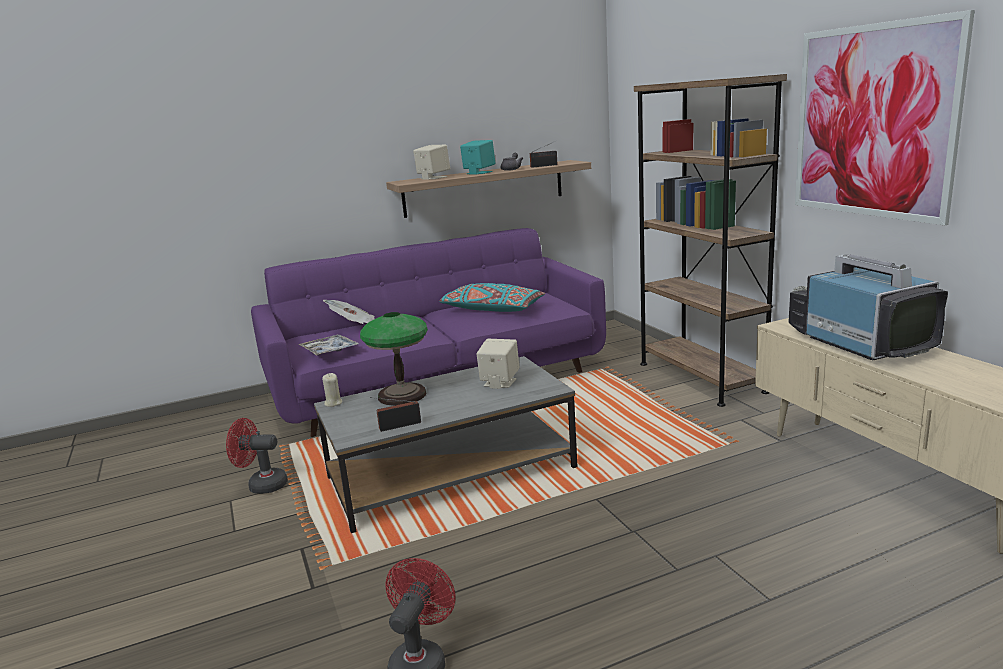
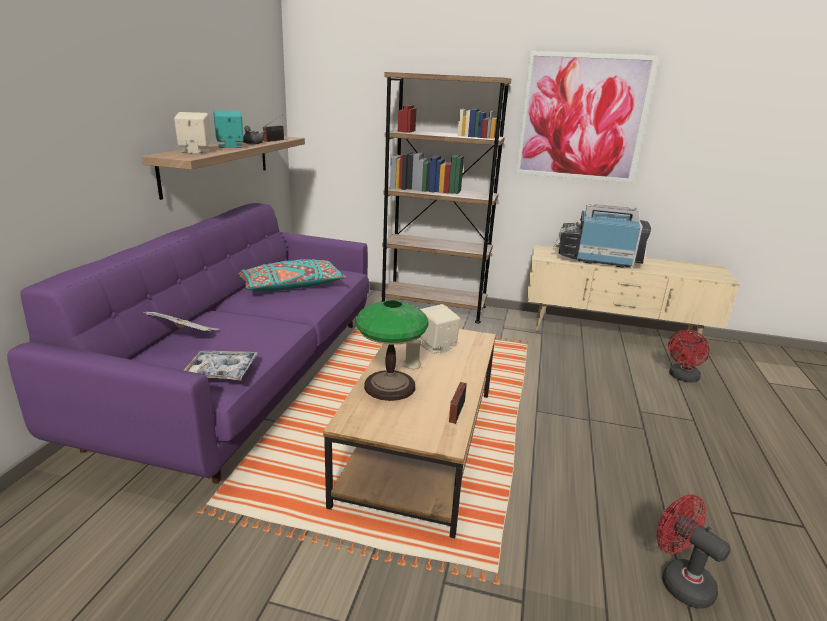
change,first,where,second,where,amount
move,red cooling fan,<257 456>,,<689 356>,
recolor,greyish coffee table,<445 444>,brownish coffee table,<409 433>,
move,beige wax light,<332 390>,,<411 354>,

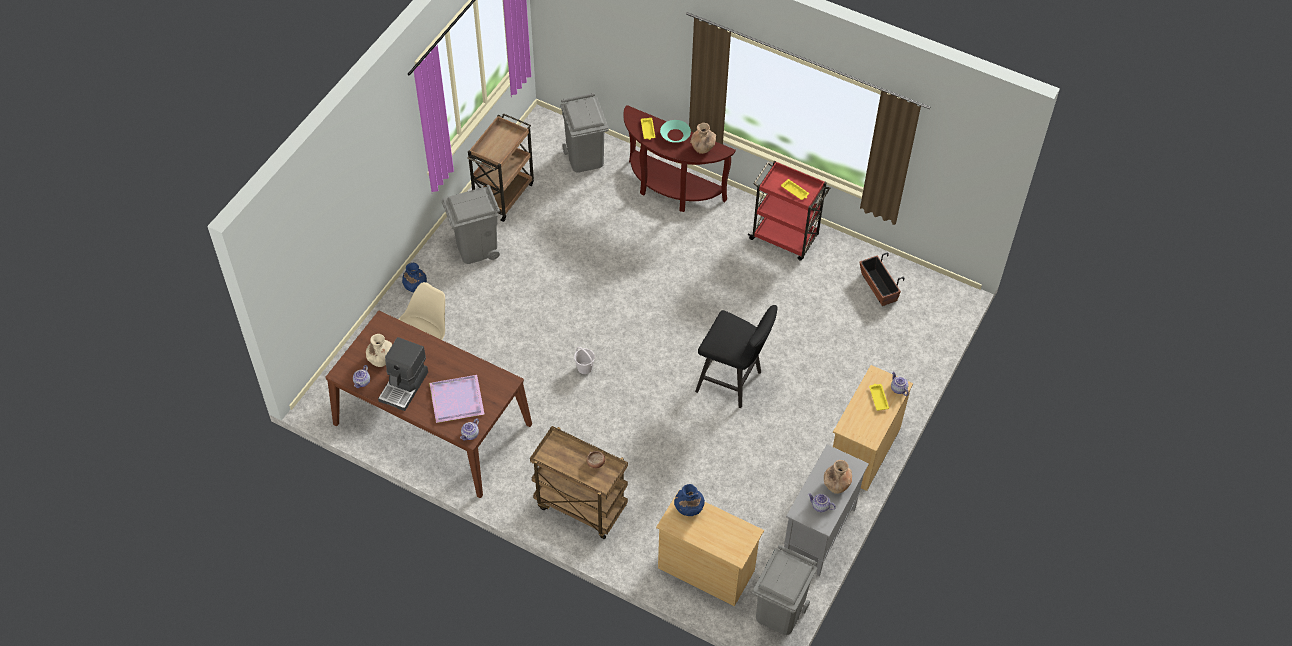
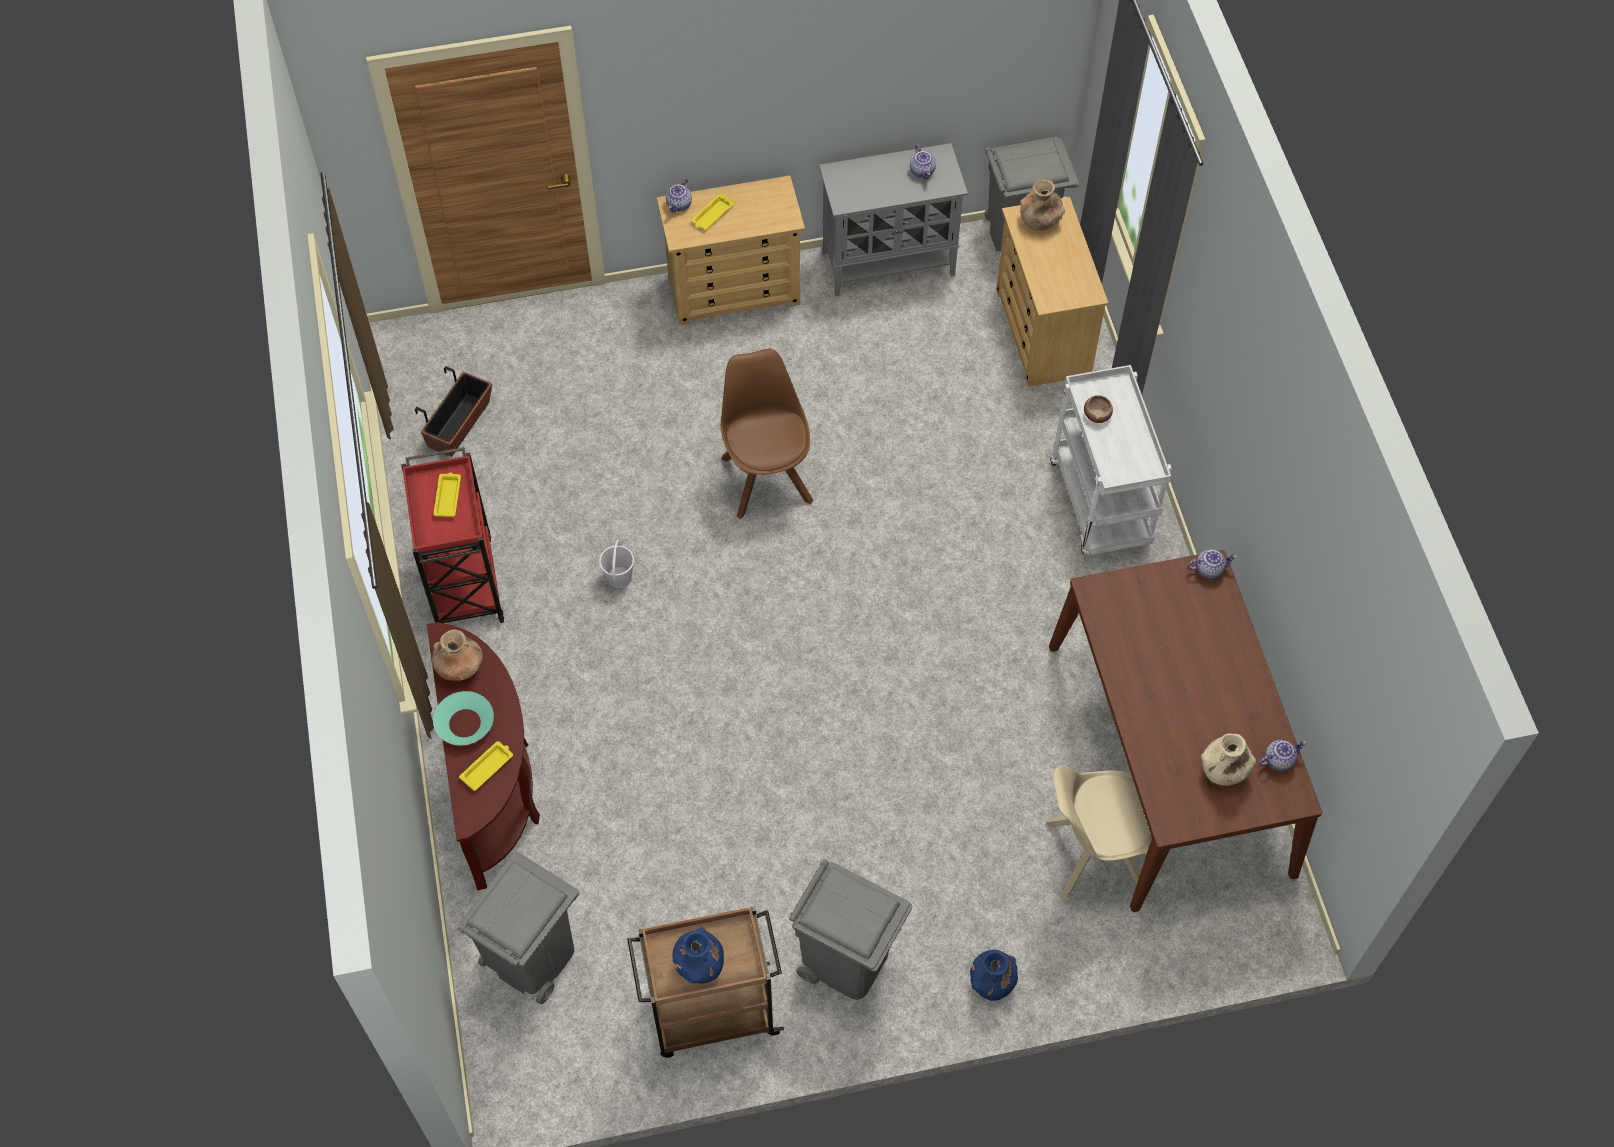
change,first,where,second,where,amount
delete,coffee machine,<403 374>,,,
delete,purplish serving tray,<457 399>,,,
recolor,brownish cart,<579 482>,whitish cart,<1111 460>,
move,whitish water bucket,<584 360>,,<616 564>,
move,bluish decorative vase,<689 500>,,<698 956>,
replace,blackish stool seat,<736 356>,brownish upright chair,<767 434>,
move,brownish decorative vase,<838 477>,,<1042 205>,

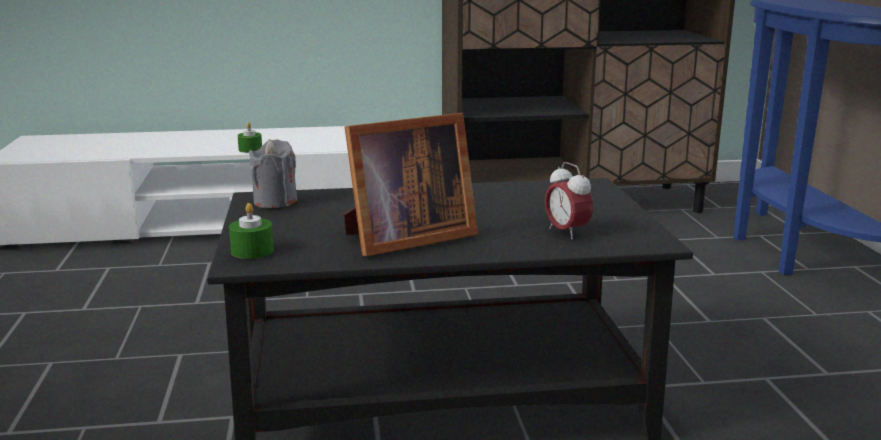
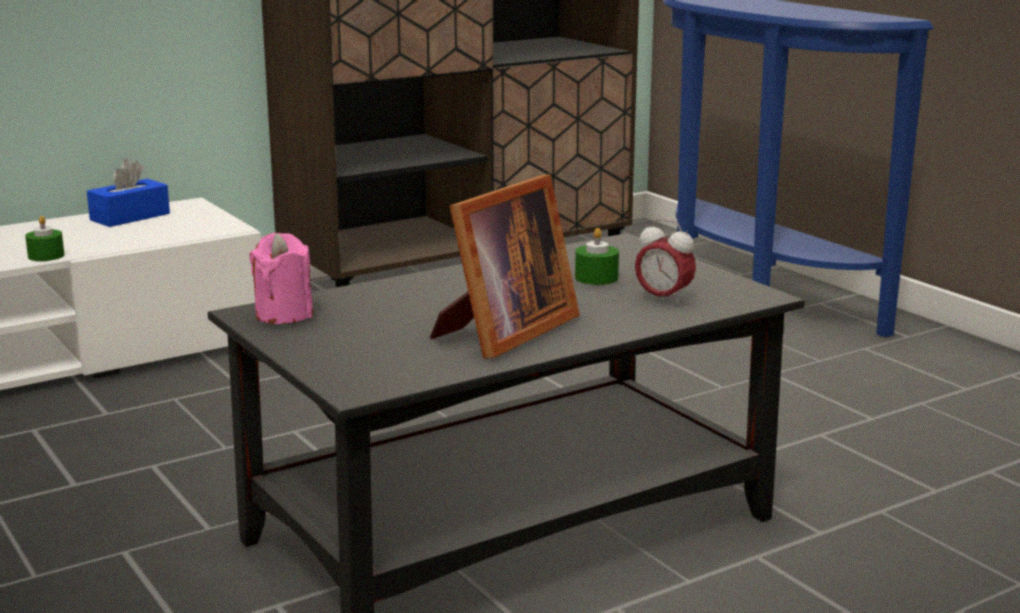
change,first,where,second,where,amount
move,greenish wax light,<251 231>,,<597 256>,
recolor,greyish wax light,<273 173>,pink wax light,<281 278>,
insert,,,bluish tissue holder,<128 193>,

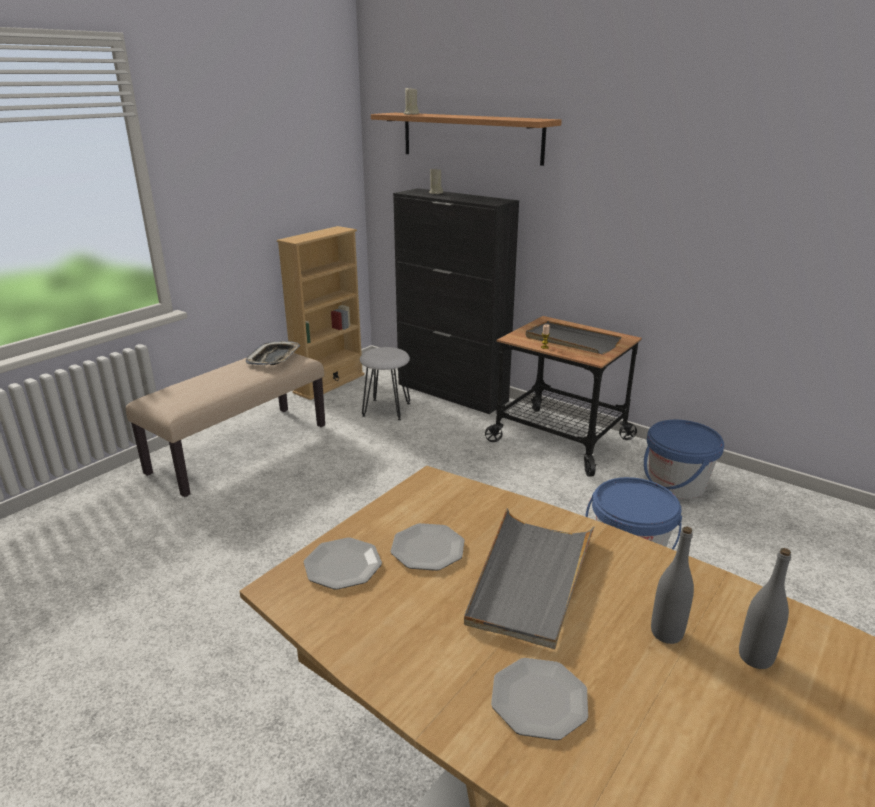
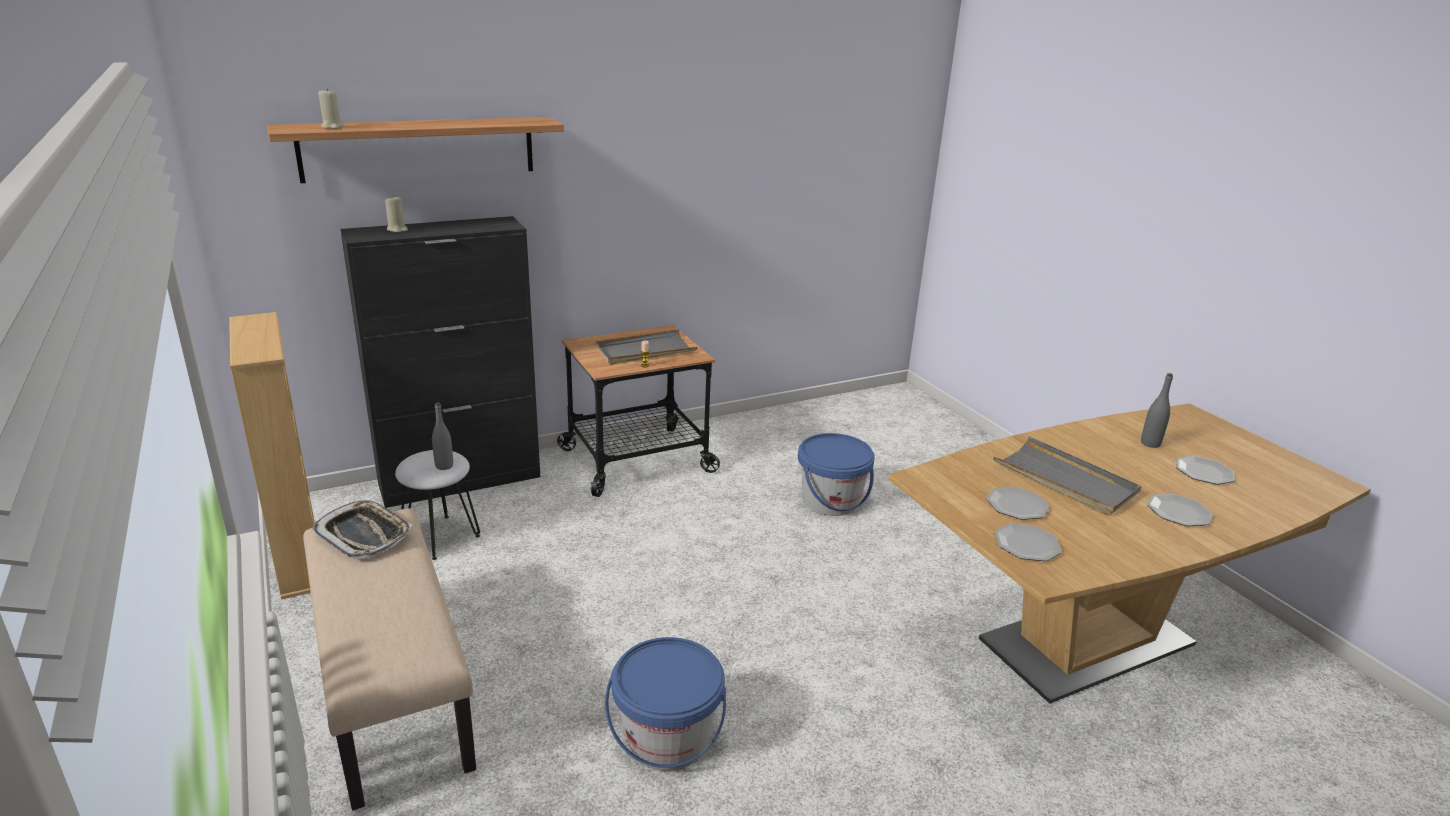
change,first,where,second,where,amount
move,bluish water bucket,<684 459>,,<665 704>,
move,greyish beverage bottle,<672 585>,,<442 436>,
insert,,,flat dish,<1205 470>,

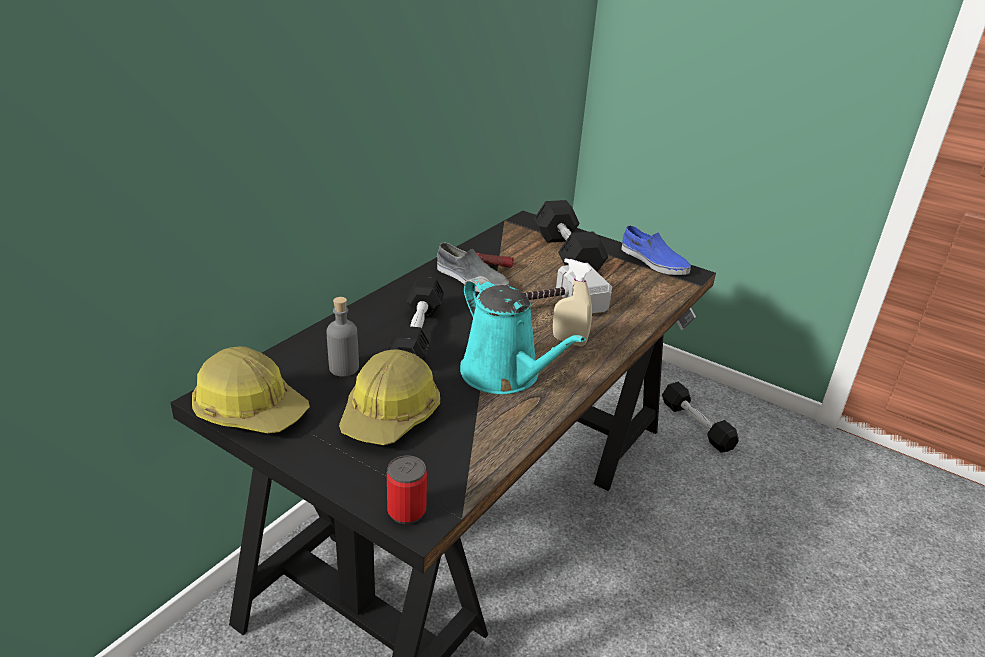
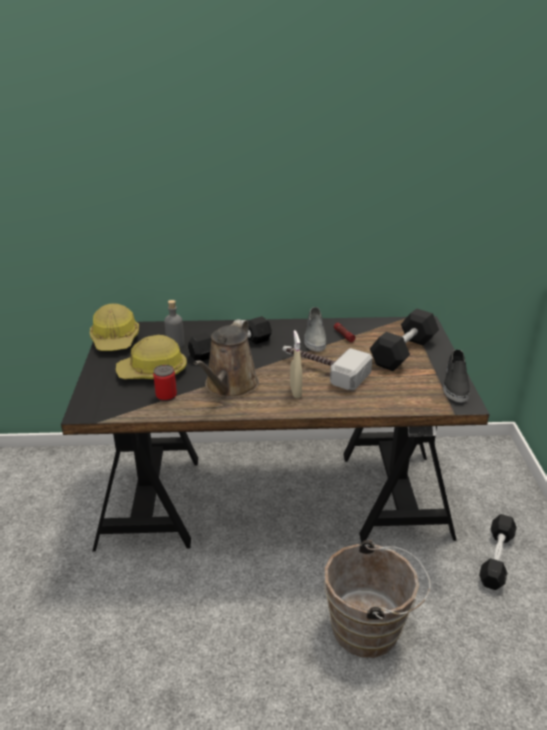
change,first,where,second,where,amount
move,metal can,<407 489>,,<165 383>,
recolor,turquoise watering pot,<523 335>,brownish watering pot,<226 358>,
recolor,bluish item of footwear,<656 250>,blackish item of footwear,<456 375>,
insert,,,brownish water bucket,<377 599>,

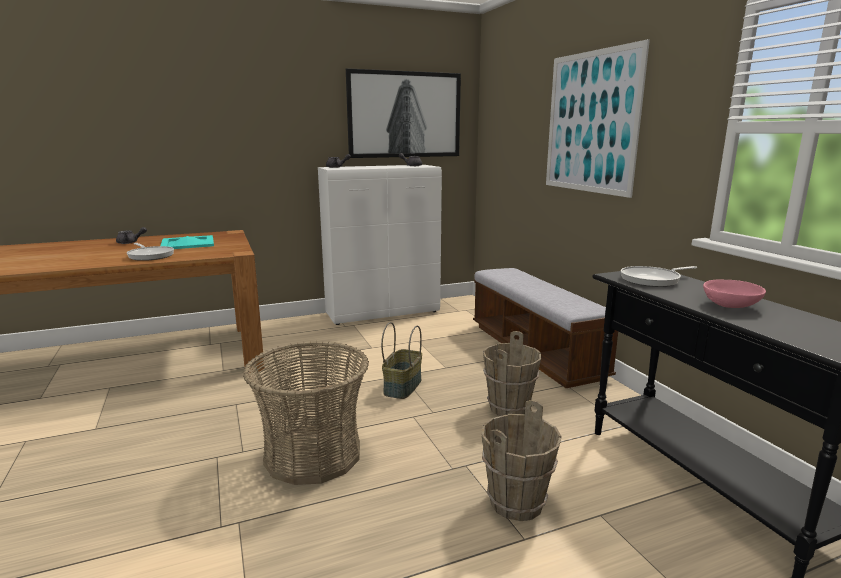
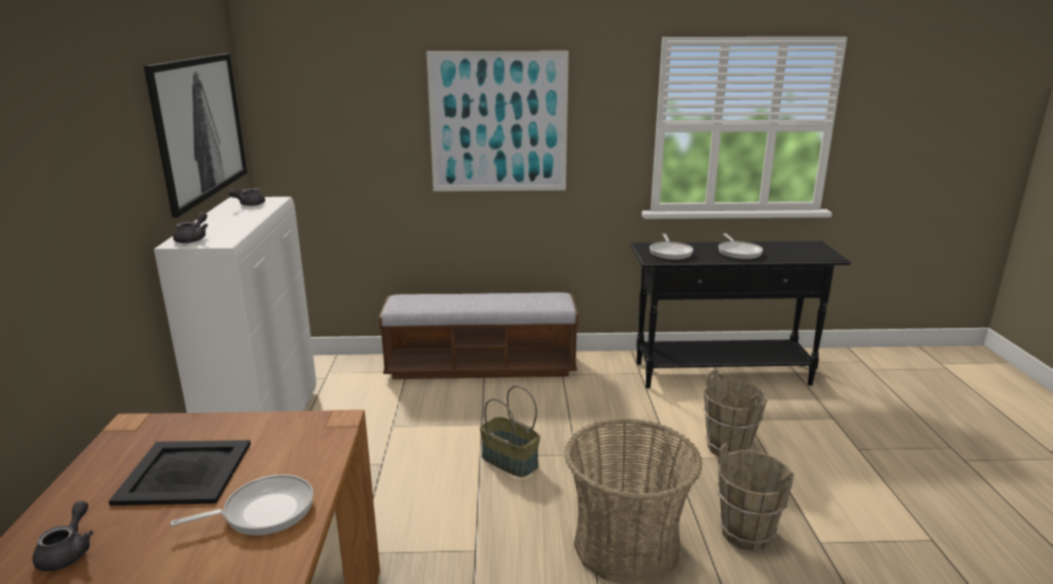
change,first,where,second,where,amount
recolor,turquoise serving tray,<187 242>,blackish serving tray,<180 473>,
move,brownish water bucket,<512 373>,,<755 497>,
replace,pink bowl,<734 294>,frying pan,<740 246>,

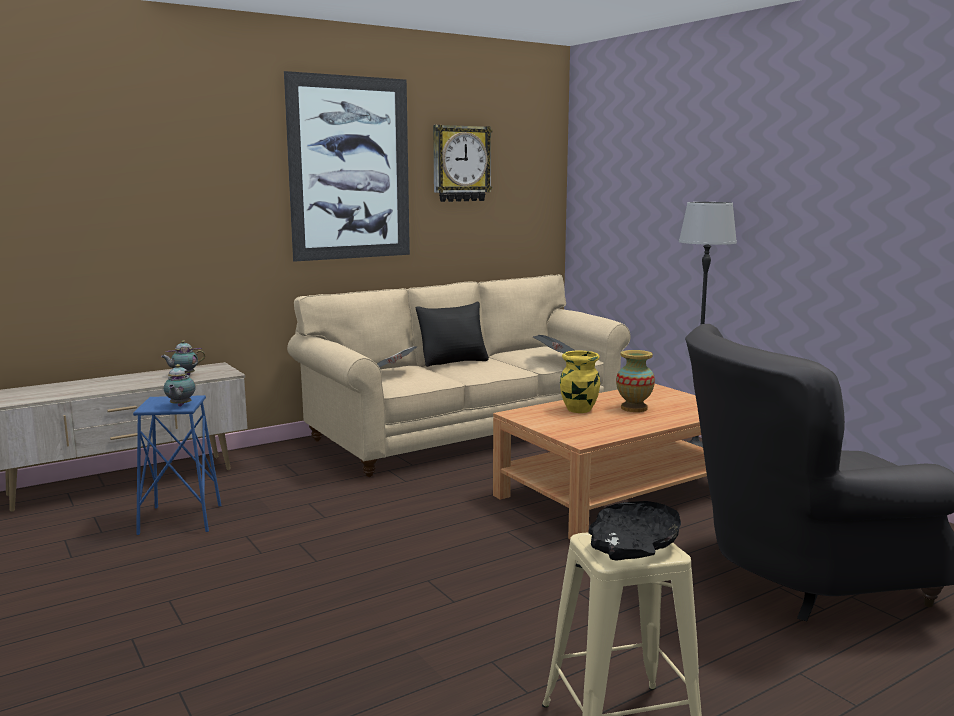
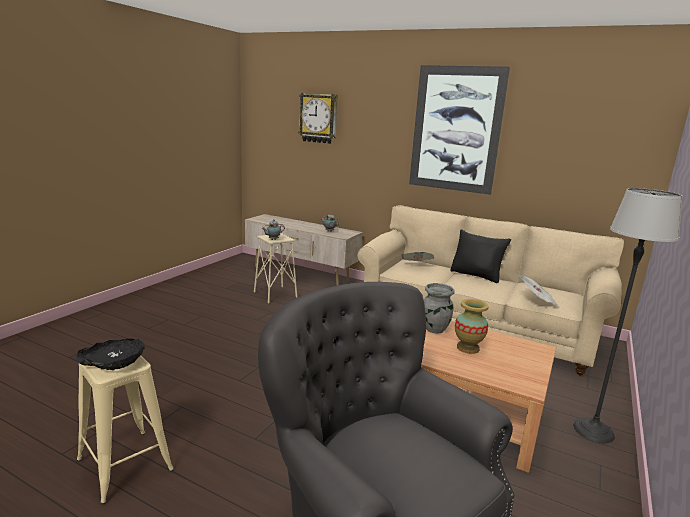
change,first,where,second,where,amount
recolor,bluish stool seat,<177 465>,beige stool seat,<275 268>,
move,clock on the wall,<463 163>,,<318 118>,
recolor,yellow-coloured decorative vase,<580 382>,greyish decorative vase,<439 308>,

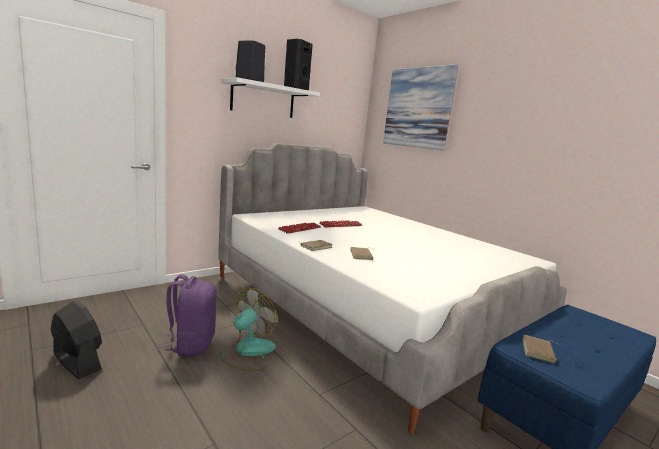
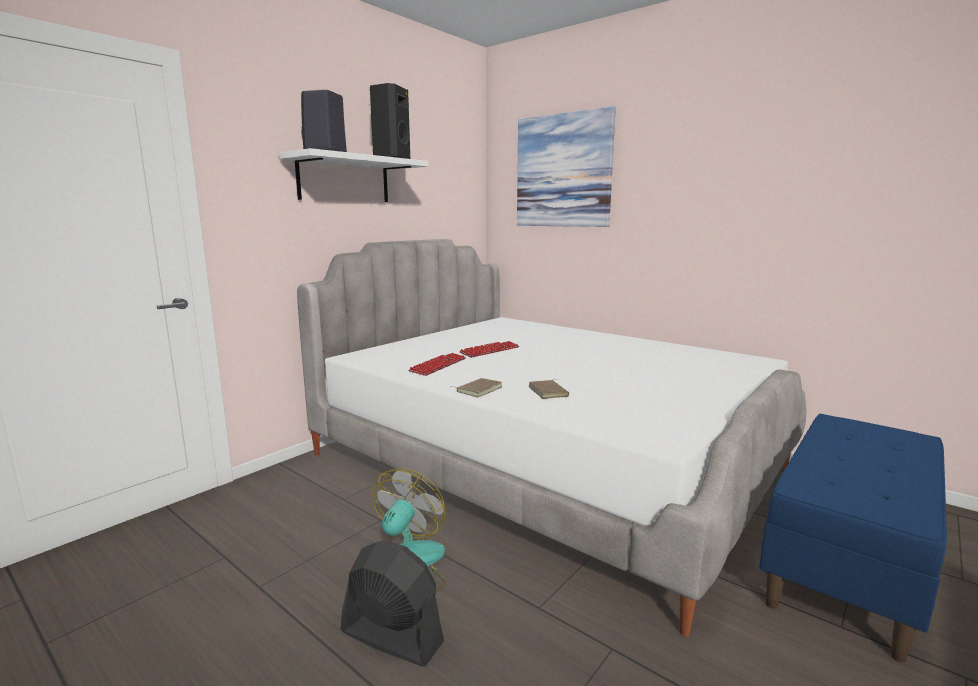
change,first,where,second,where,amount
move,blackish cooling fan,<76 340>,,<392 603>,
delete,purplish rucksack,<187 315>,,,
delete,brownish book,<540 349>,,,

